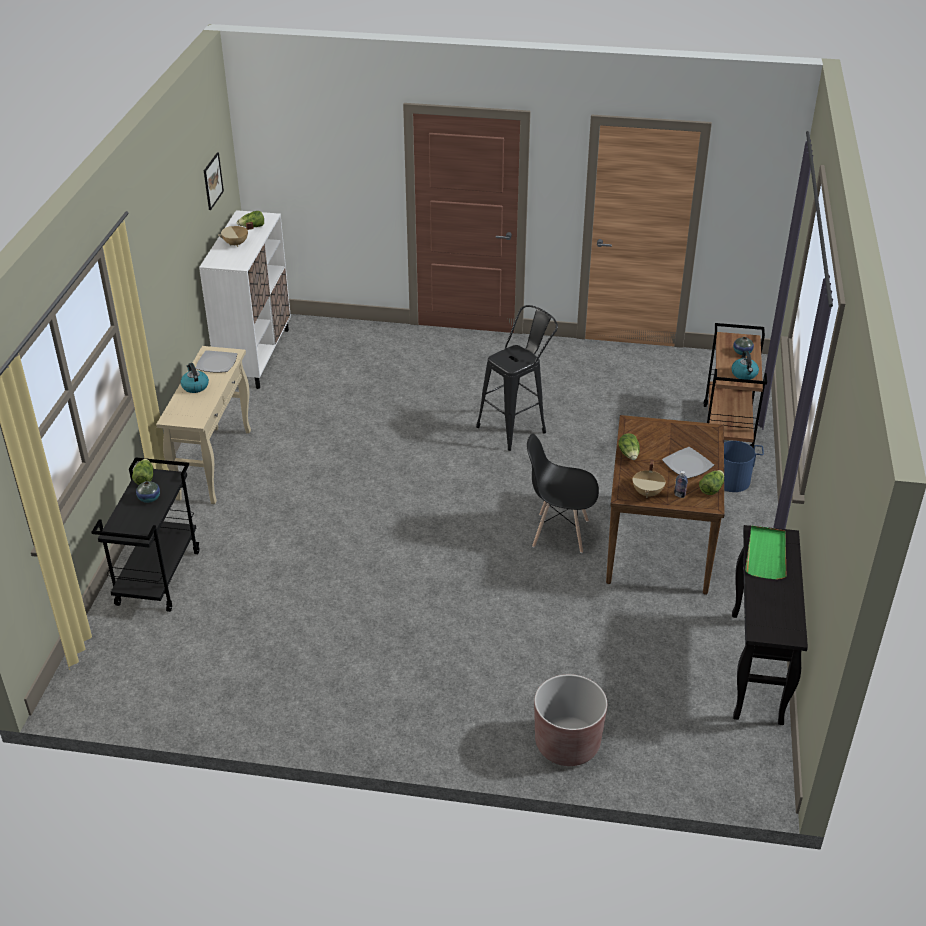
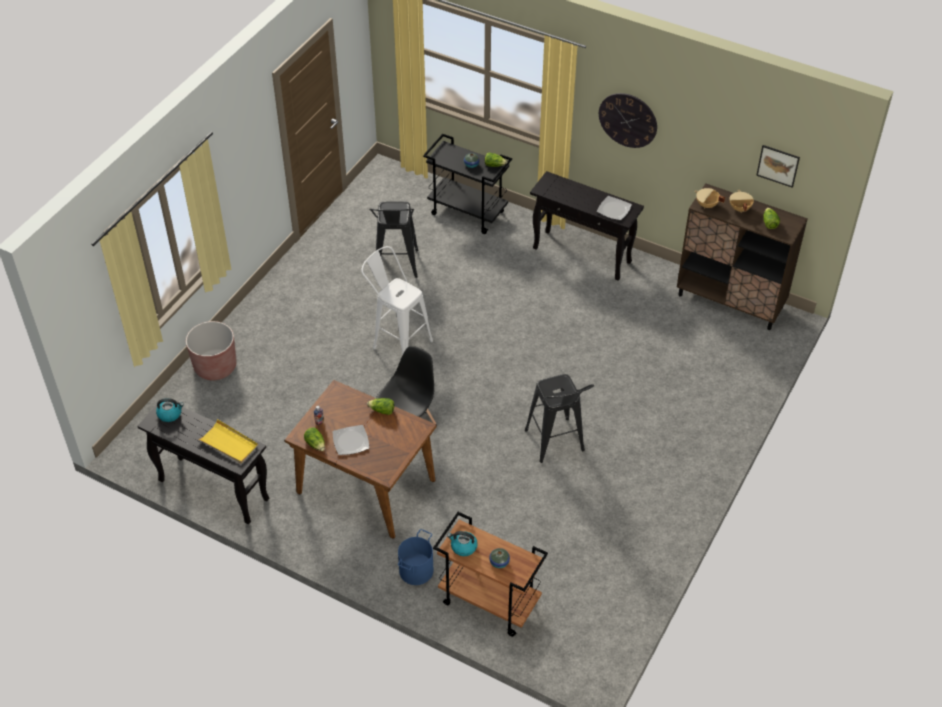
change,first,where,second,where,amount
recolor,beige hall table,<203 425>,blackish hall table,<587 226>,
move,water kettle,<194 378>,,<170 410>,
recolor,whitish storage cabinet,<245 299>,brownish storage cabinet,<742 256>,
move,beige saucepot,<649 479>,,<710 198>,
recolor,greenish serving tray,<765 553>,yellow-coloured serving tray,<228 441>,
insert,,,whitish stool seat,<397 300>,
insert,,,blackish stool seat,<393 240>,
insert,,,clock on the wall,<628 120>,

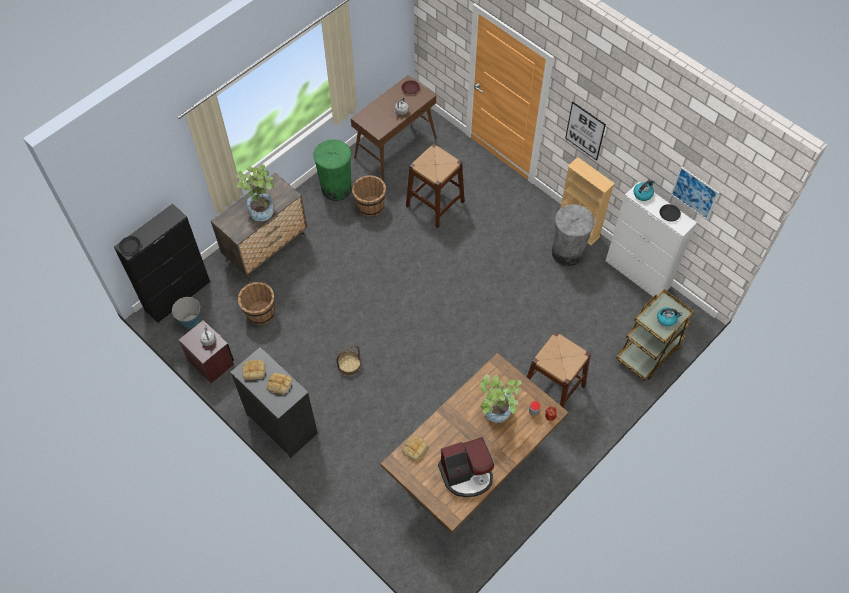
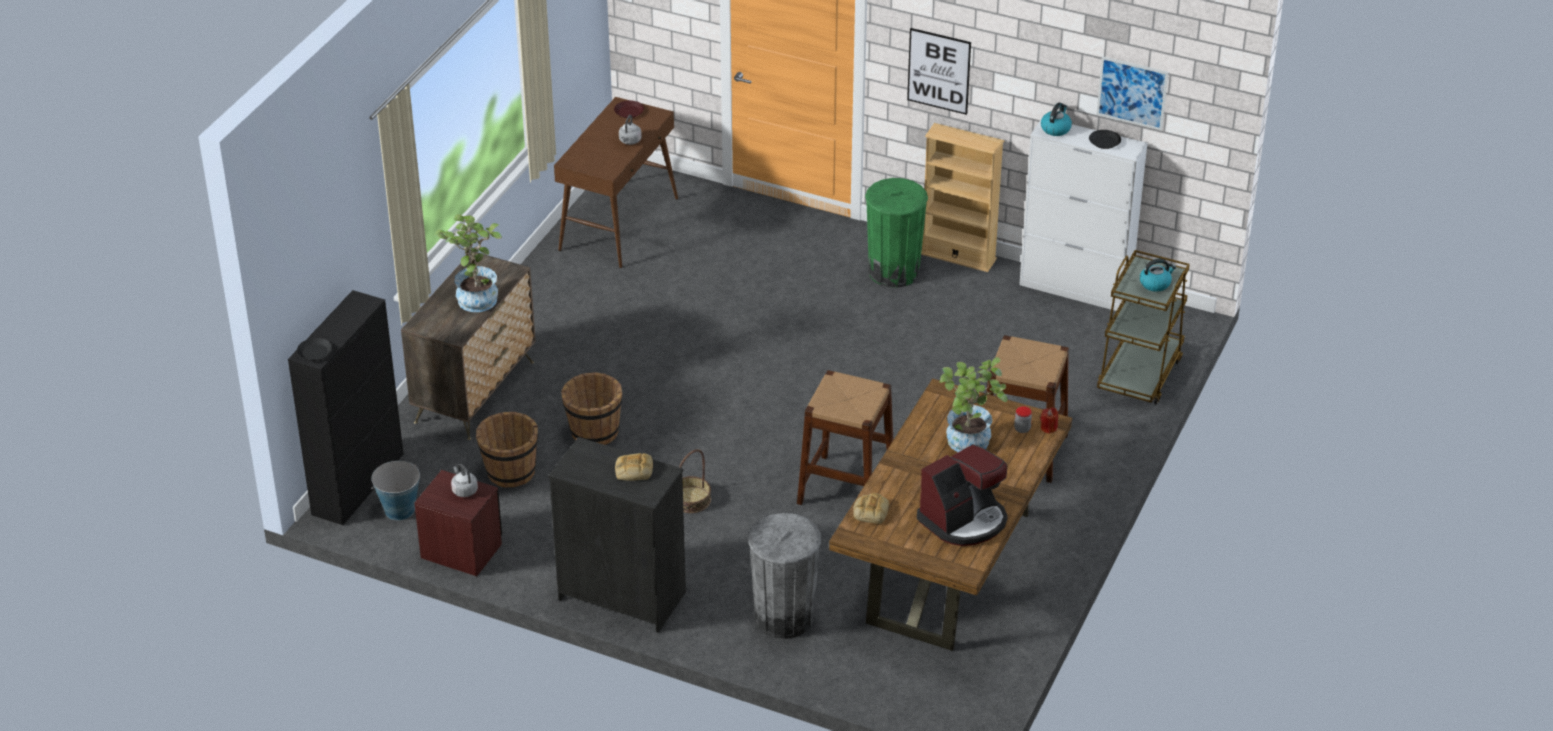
change,first,where,second,where,amount
delete,bakery bread,<254 370>,,,
move,greenish trash can,<332 170>,,<896 233>,
move,brownish water bucket,<369 196>,,<591 408>,
move,brownish stool seat,<435 185>,,<845 437>,
move,greyish trash can,<573 235>,,<784 576>,

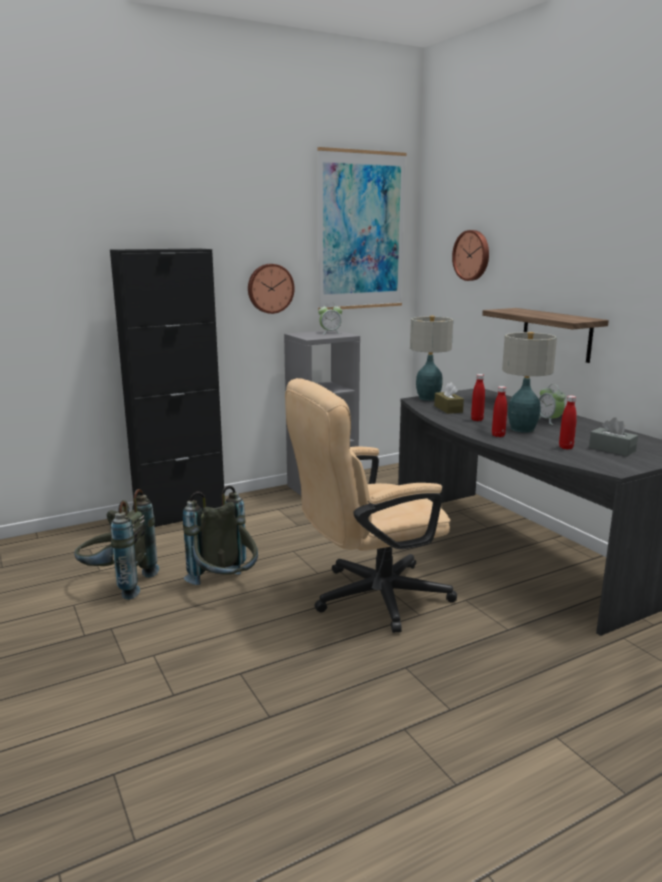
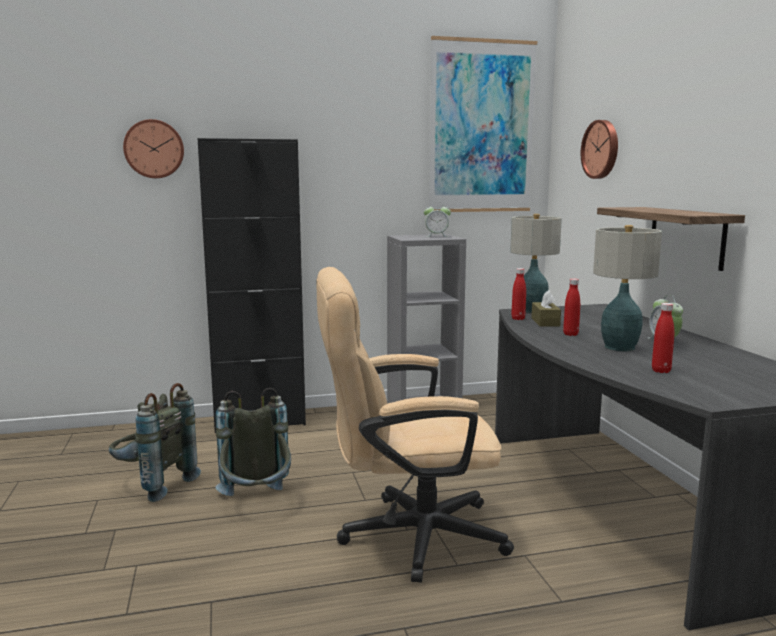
change,first,where,second,where,amount
move,clock on the wall,<271 289>,,<153 148>,
move,red beverage bottle,<499 411>,,<518 294>,
delete,greyish tissue holder,<613 436>,,,

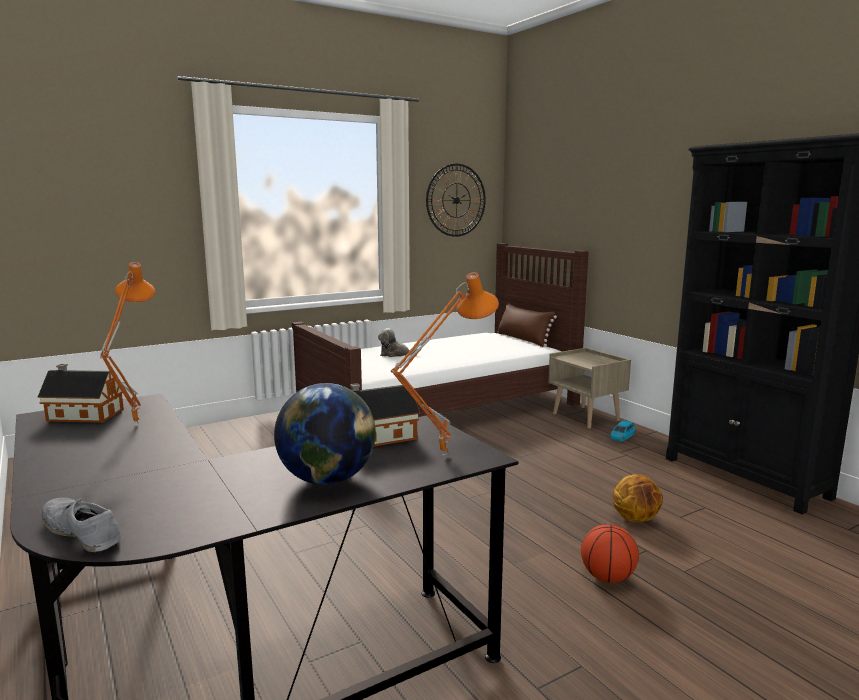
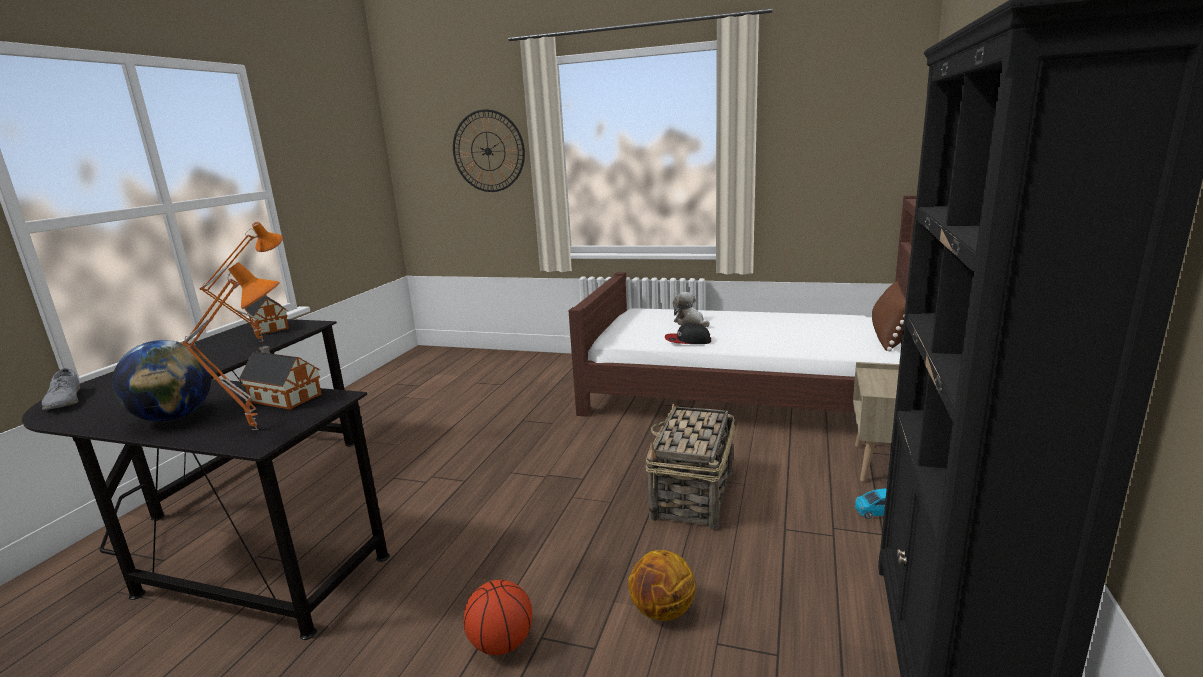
change,first,where,second,where,amount
rotate,greyish item of footwear,<81 524>,,<61 389>,150 degrees clockwise
move,clock on the wall,<456 200>,,<489 150>,
insert,,,household basket,<690 464>,
insert,,,baseball cap,<688 333>,

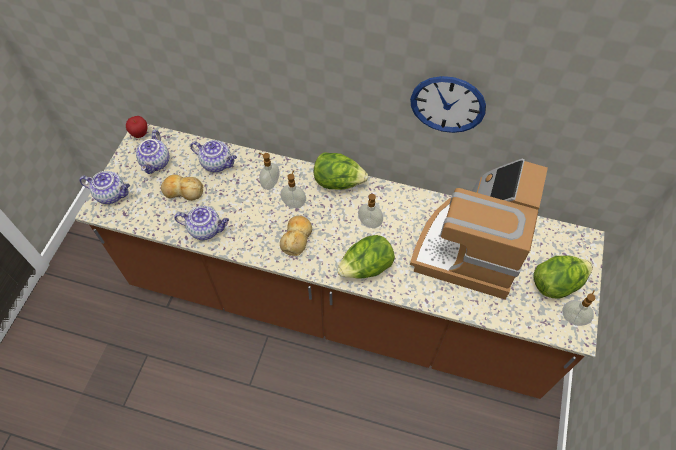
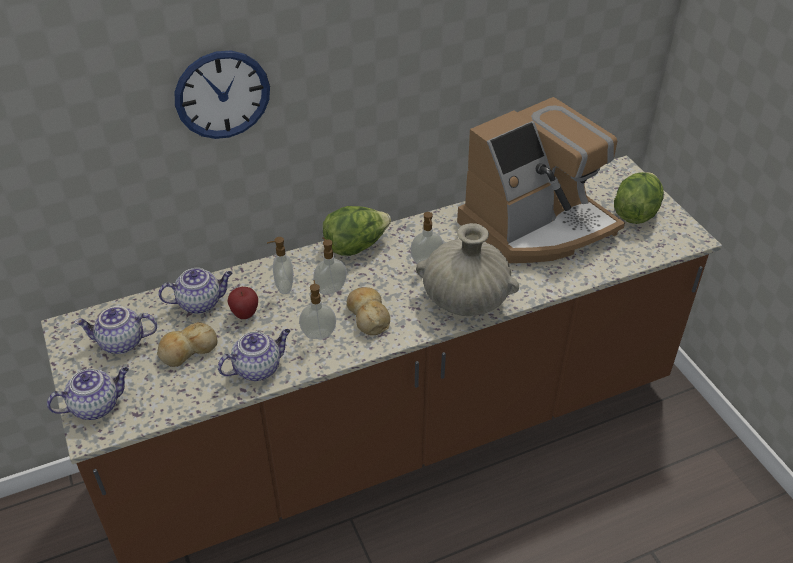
change,first,where,second,where,amount
move,whole apple,<137 127>,,<242 303>,
rotate,pot for tea,<152 152>,,<115 330>,120 degrees clockwise
replace,head of lettuce,<366 257>,beige decorative vase,<467 269>,
move,clock on the wall,<448 104>,,<222 95>,
rotate,coffee machine,<479 229>,,<541 180>,105 degrees counterclockwise
move,soap bottle,<578 308>,,<317 309>,

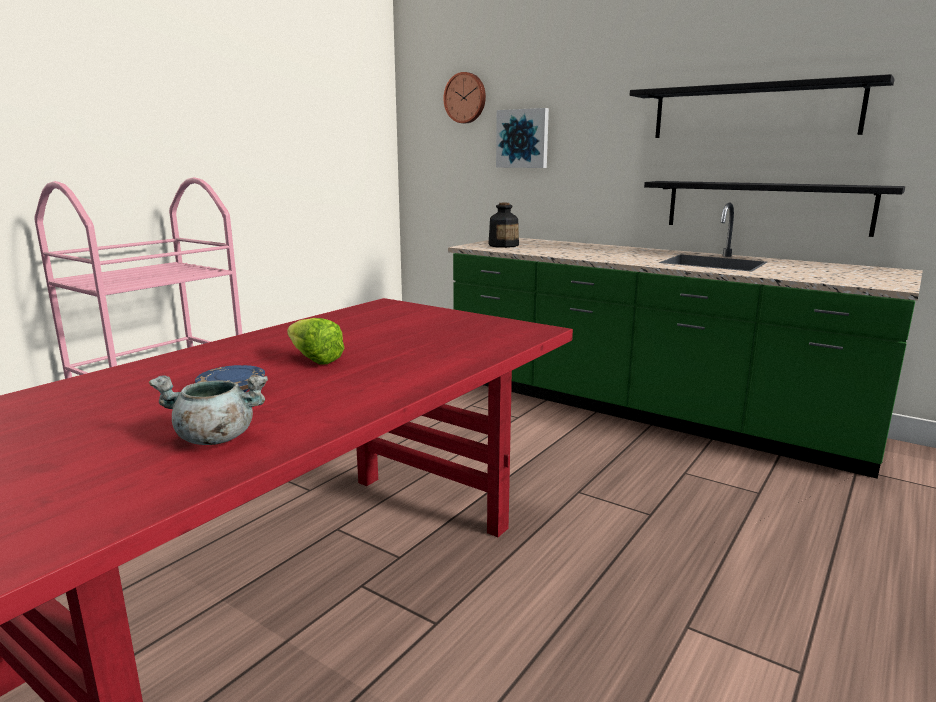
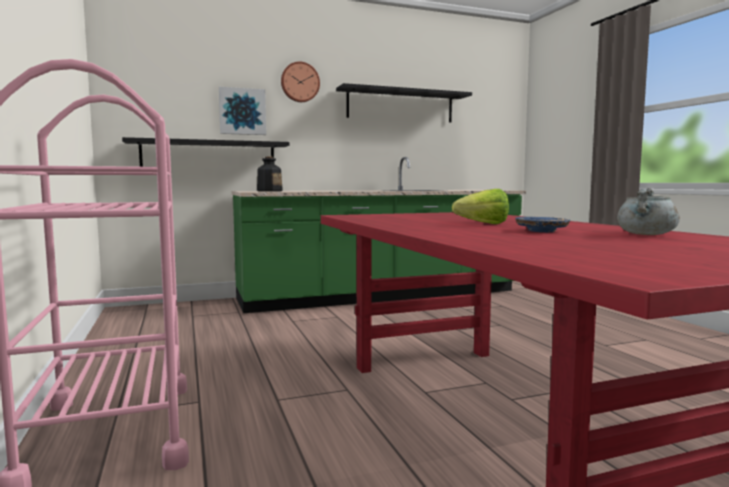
change,first,where,second,where,amount
move,clock on the wall,<464 97>,,<300 82>,
move,blackish wall shelf,<774 209>,,<205 152>,

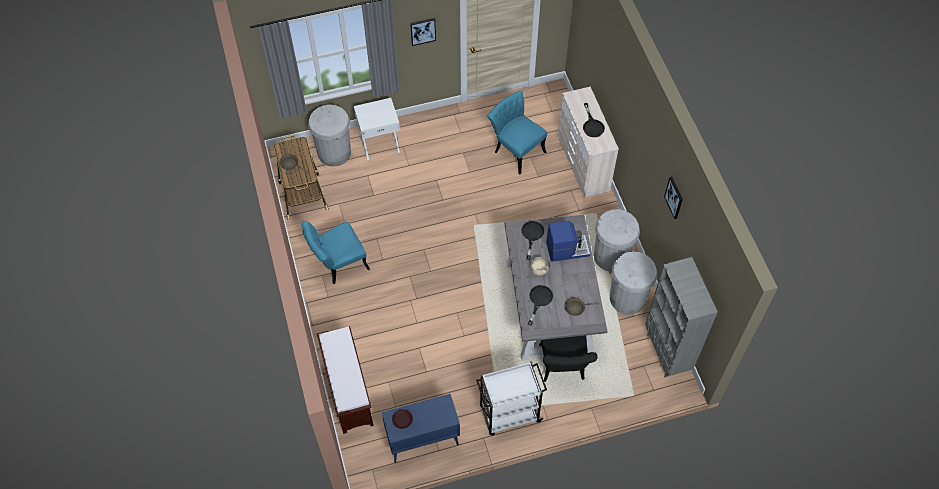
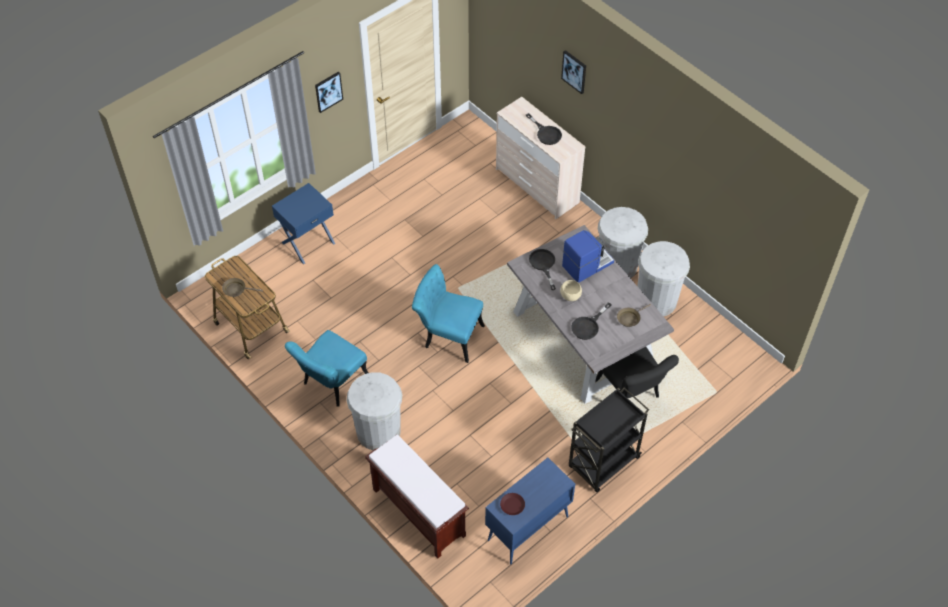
change,first,where,second,where,amount
move,whitish trash can,<329 136>,,<374 411>,
recolor,whitish nightstand,<377 129>,bluish nightstand,<303 223>,
recolor,whitish cart,<511 399>,blackish cart,<609 439>,
move,turquoise upright chair,<517 132>,,<448 313>,
rotate,blackish frying pan,<540 305>,,<591 321>,135 degrees counterclockwise
delete,greyish bookcase,<681 317>,,,
move,wall picture,<673 198>,,<573 72>,

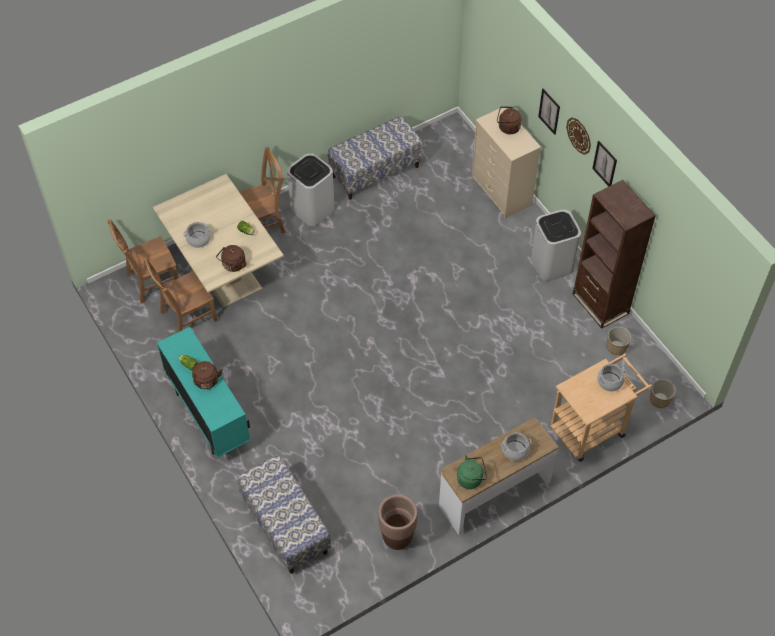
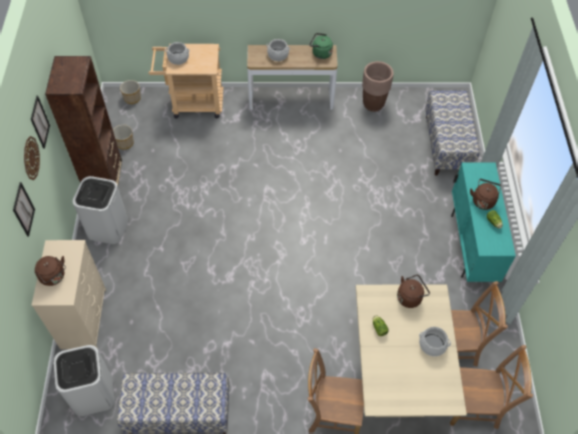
change,first,where,second,where,amount
move,whitish trash can,<311 189>,,<84 380>,

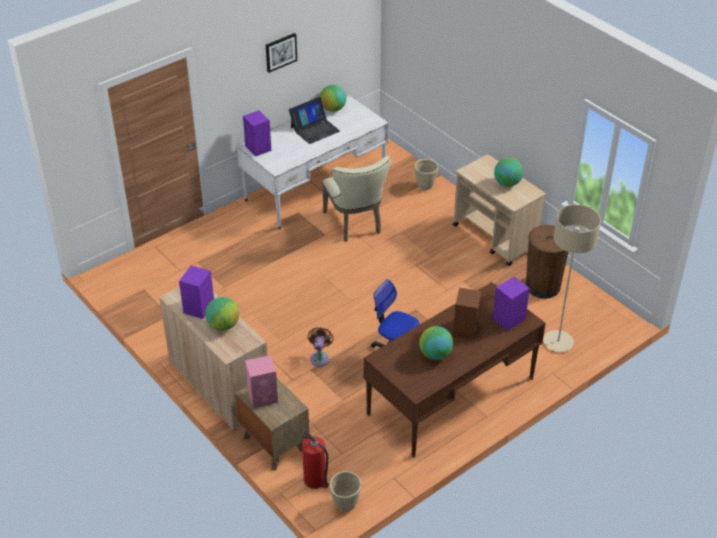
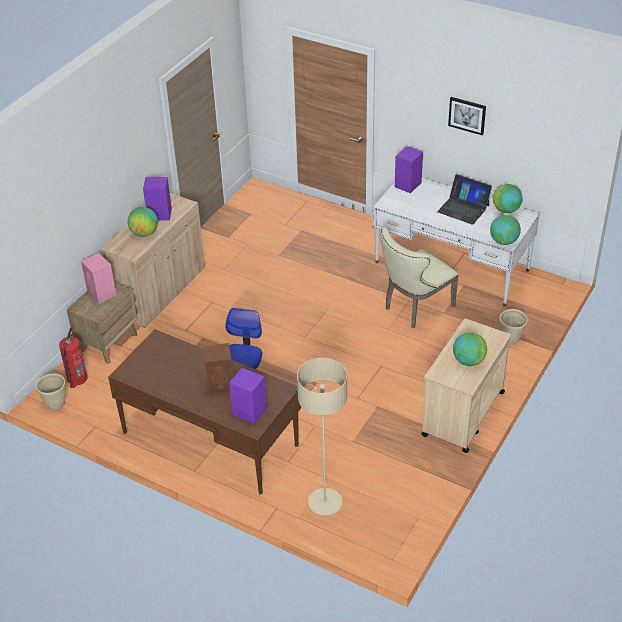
change,first,where,second,where,amount
delete,brownish cooling fan,<321 346>,,,
move,desk globe,<436 343>,,<505 230>,
delete,brownish trash can,<547 262>,,,

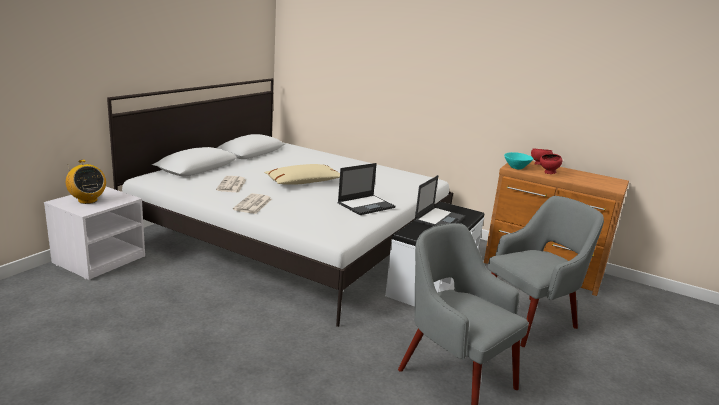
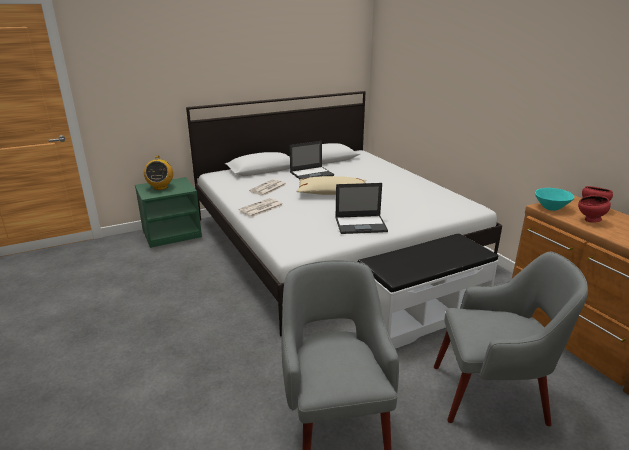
change,first,where,second,where,amount
recolor,whitish nightstand,<94 233>,greenish nightstand,<168 212>,
move,laptop,<439 200>,,<312 160>,

